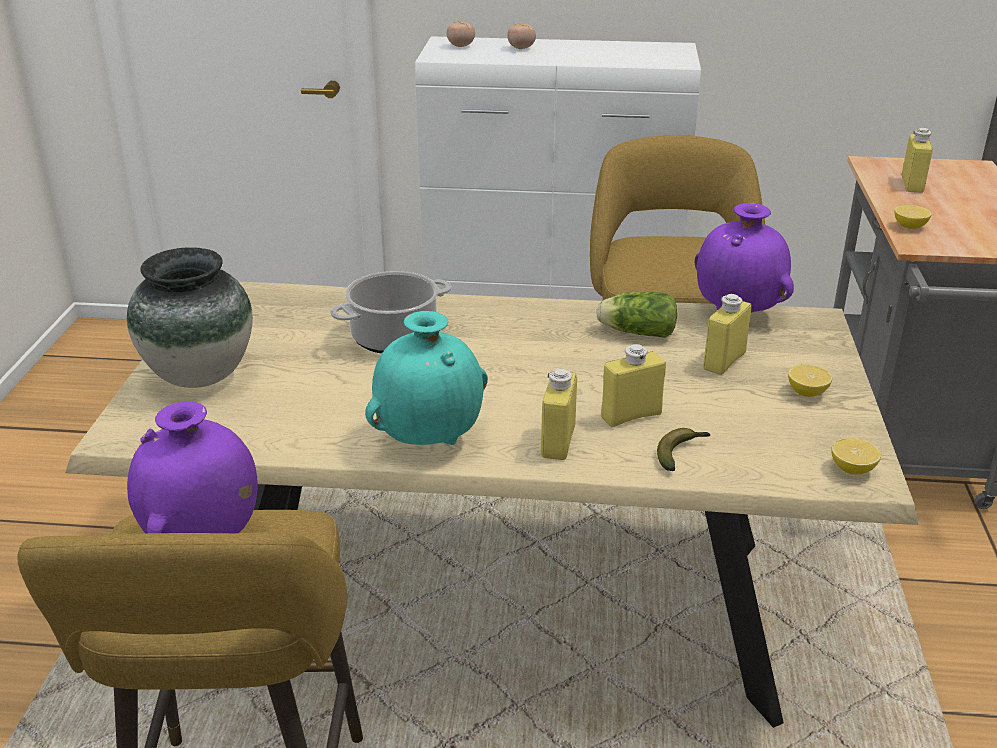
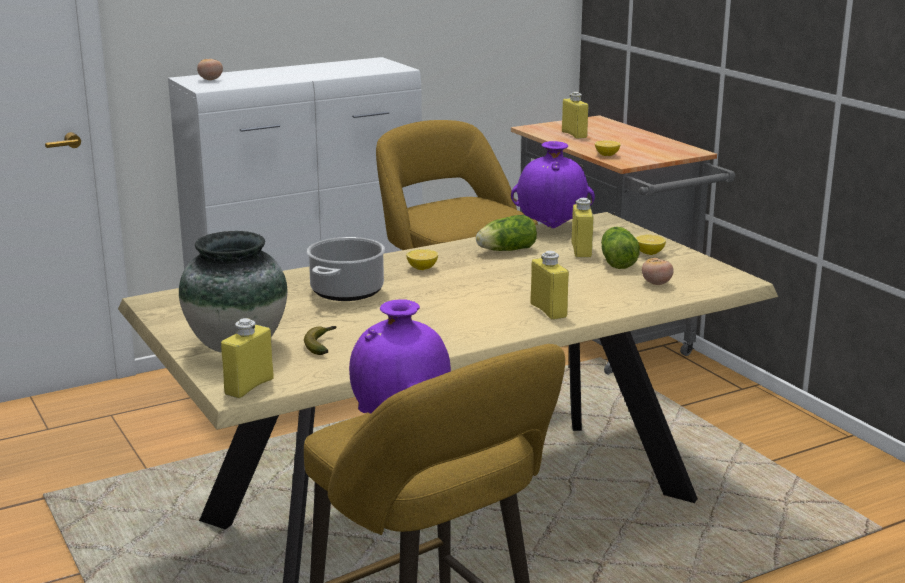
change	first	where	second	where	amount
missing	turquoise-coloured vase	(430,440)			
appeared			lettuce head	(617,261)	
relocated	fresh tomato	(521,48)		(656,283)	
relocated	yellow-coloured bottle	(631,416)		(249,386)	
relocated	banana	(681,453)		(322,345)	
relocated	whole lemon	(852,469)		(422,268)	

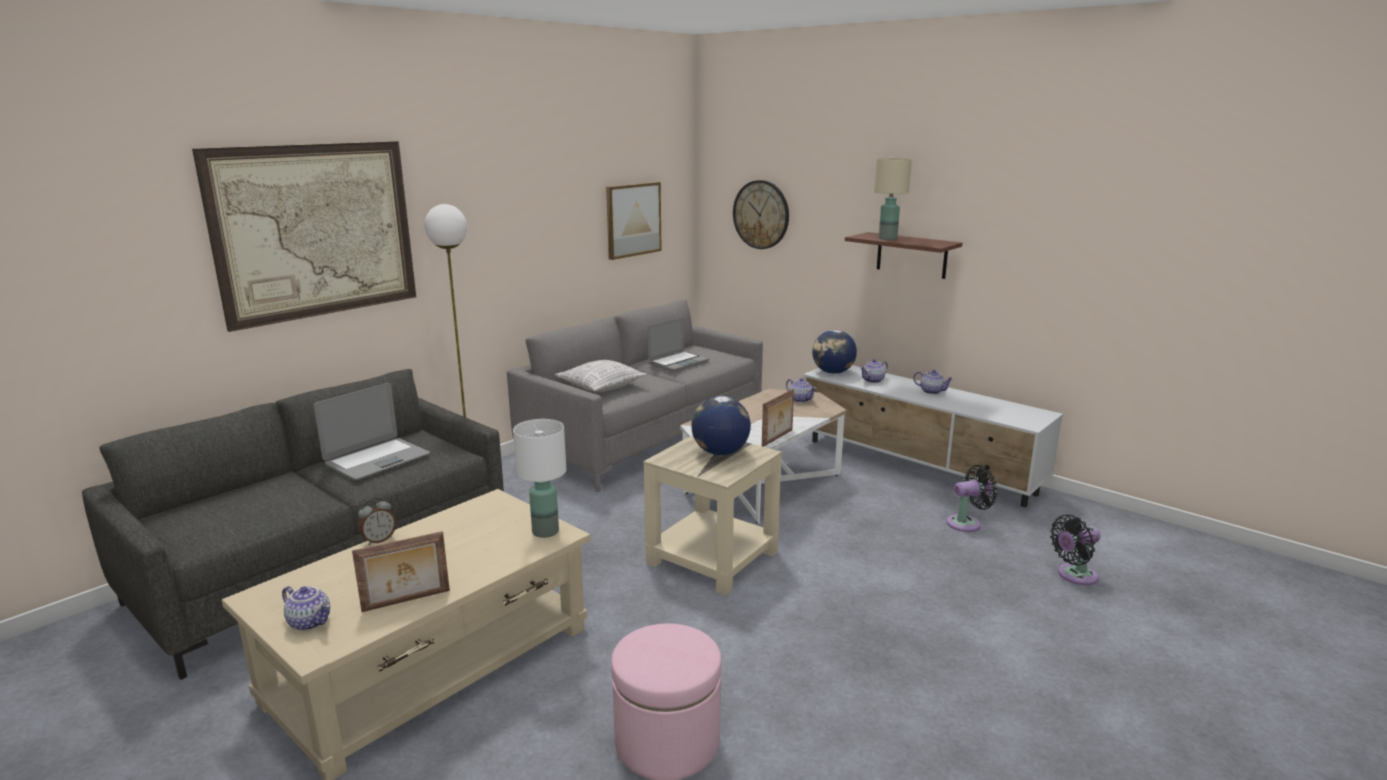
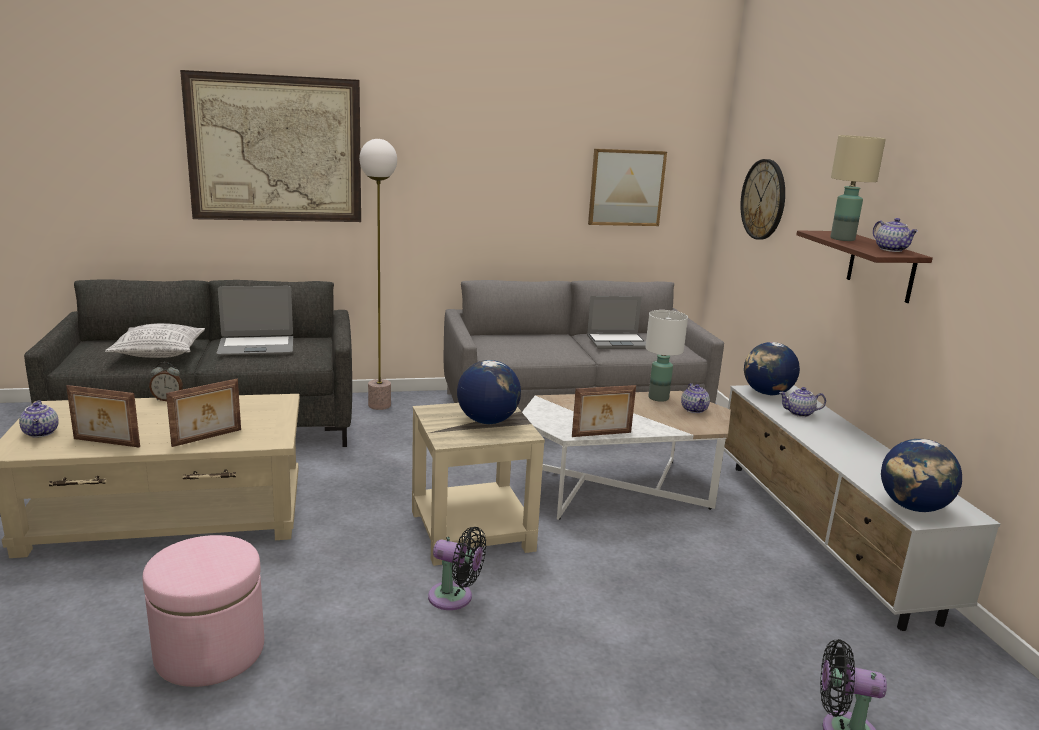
change	first	where	second	where	amount
appeared			picture frame	(207,438)	
appeared			world globe	(913,507)	
relocated	white lamp for a table	(545,532)		(658,398)	
relocated	throw pillow	(601,386)		(159,352)	
relocated	pot for tea	(932,391)		(891,250)	
relocated	blackish fan	(967,523)		(455,598)	

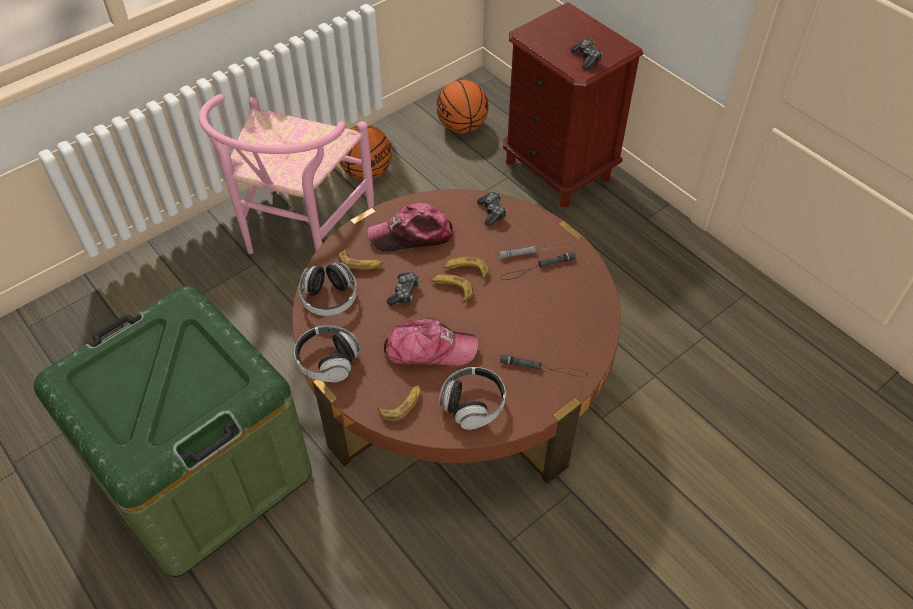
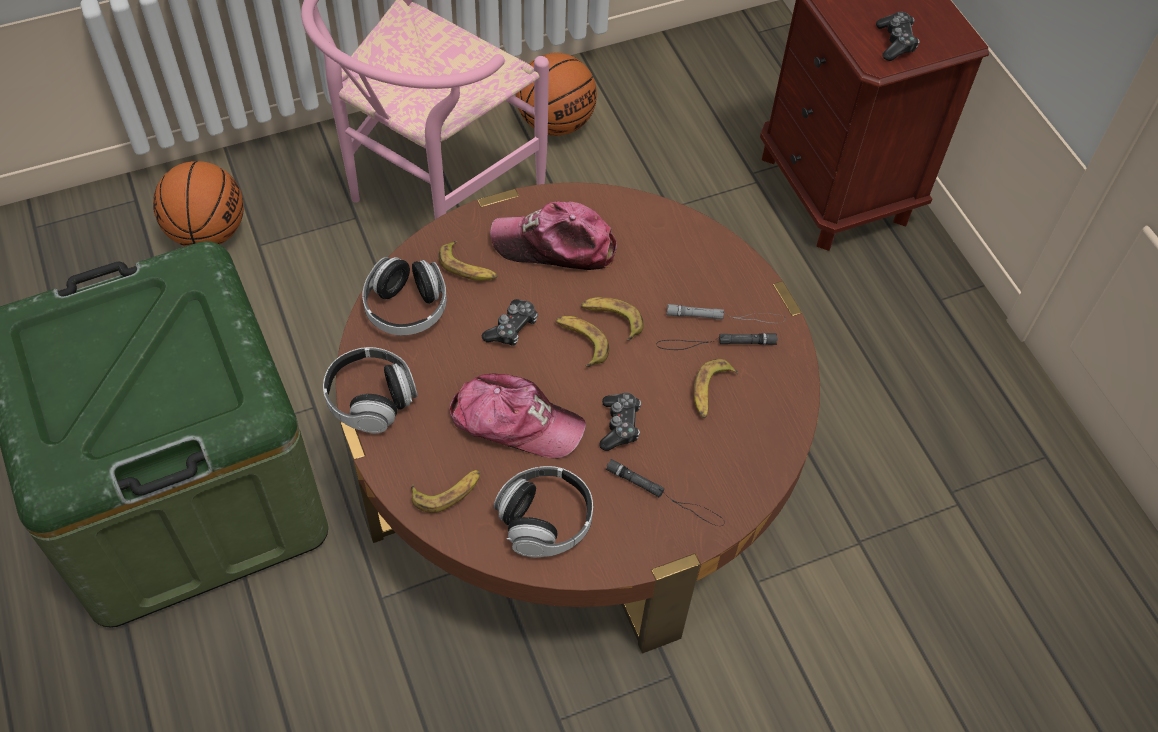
change	first	where	second	where	amount
appeared			banana	(711,392)	
relocated	ball for basketball	(462,126)		(207,232)	
relocated	game controller	(492,212)		(620,425)	

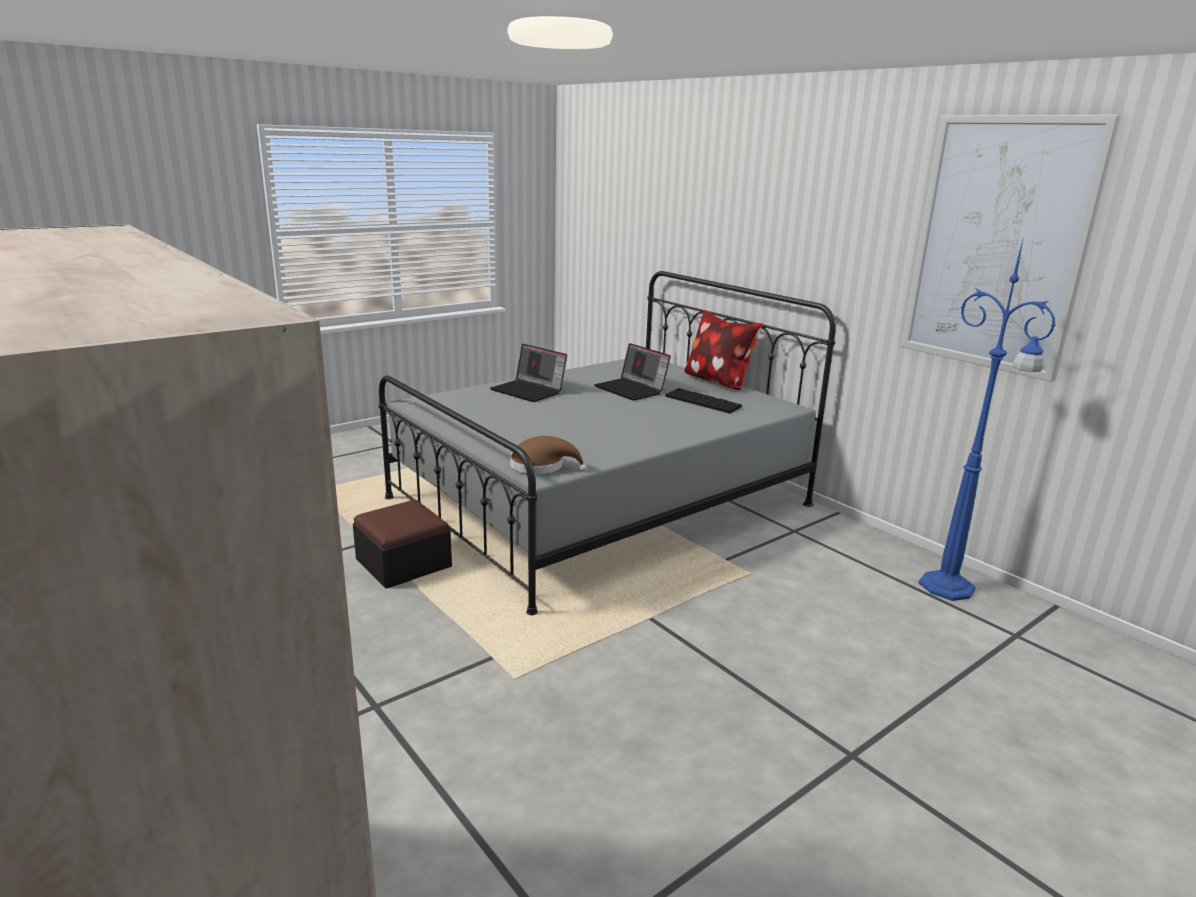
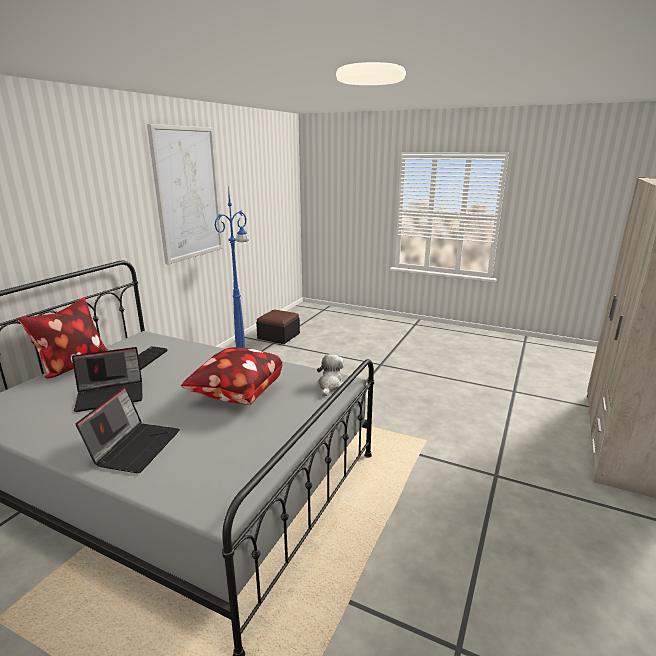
change	first	where	second	where	amount
appeared			throw pillow	(236,395)	
relocated	footrest	(403,563)		(278,336)	
exchanged	brownish clothing hat	(541,466)	cuddly toy	(330,385)	
spun	portable computer	(632,390)		(111,395)	45 degrees clockwise

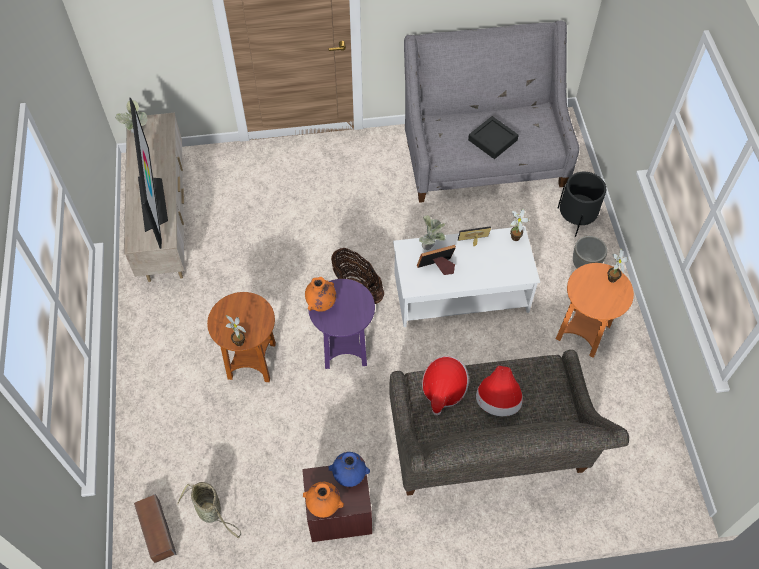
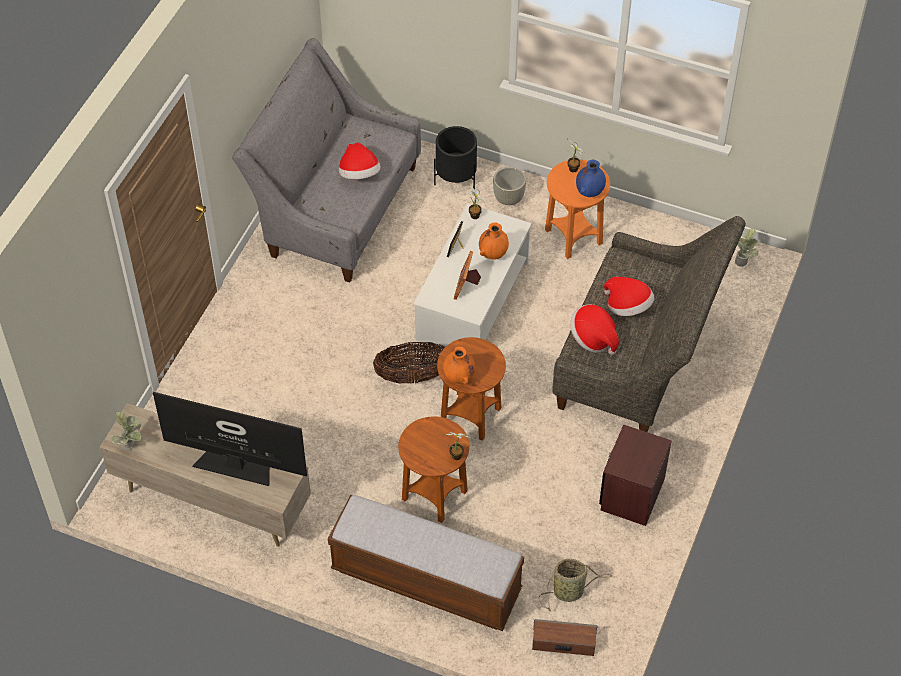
change	first	where	second	where	amount
appeared			bench	(426,580)	
relocated	orange-coloured vase	(324,506)		(493,254)	
relocated	blue vase	(349,476)		(589,192)	
relocated	potted plant	(431,246)		(743,260)	
exchanged	blackish carrying tray	(492,140)	clothing hat	(359,174)	
colour	purplish end table	(344,348)	brownish end table	(470,416)	

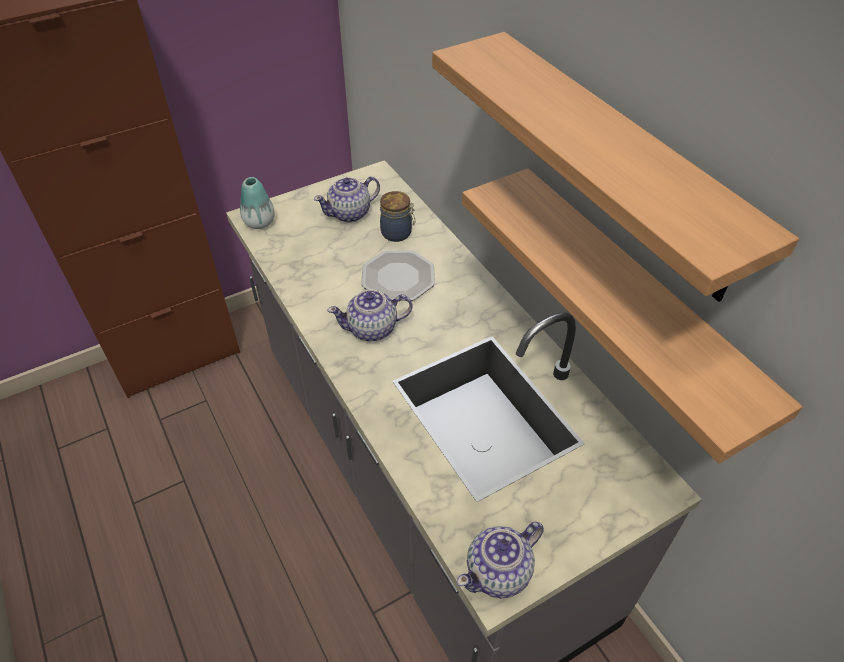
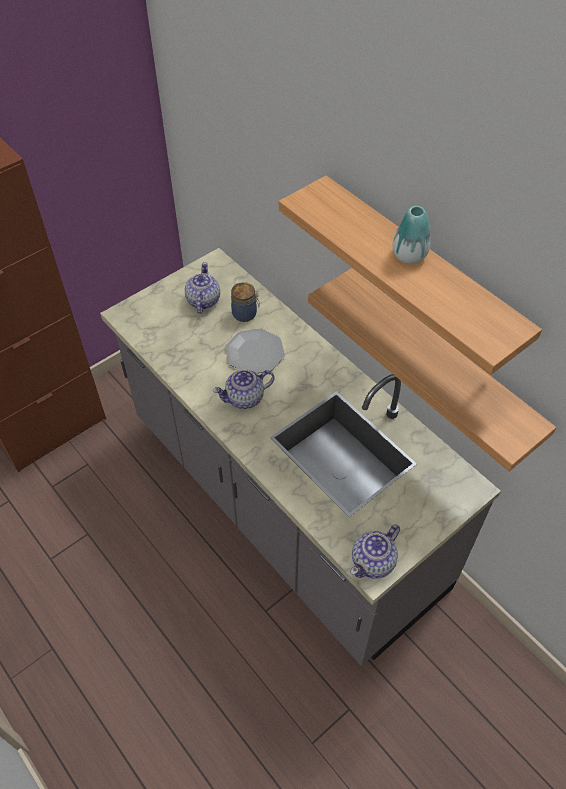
change	first	where	second	where	amount
relocated	vase	(259,222)		(409,255)	
spun	pot for tea	(350,213)		(203,301)	135 degrees clockwise

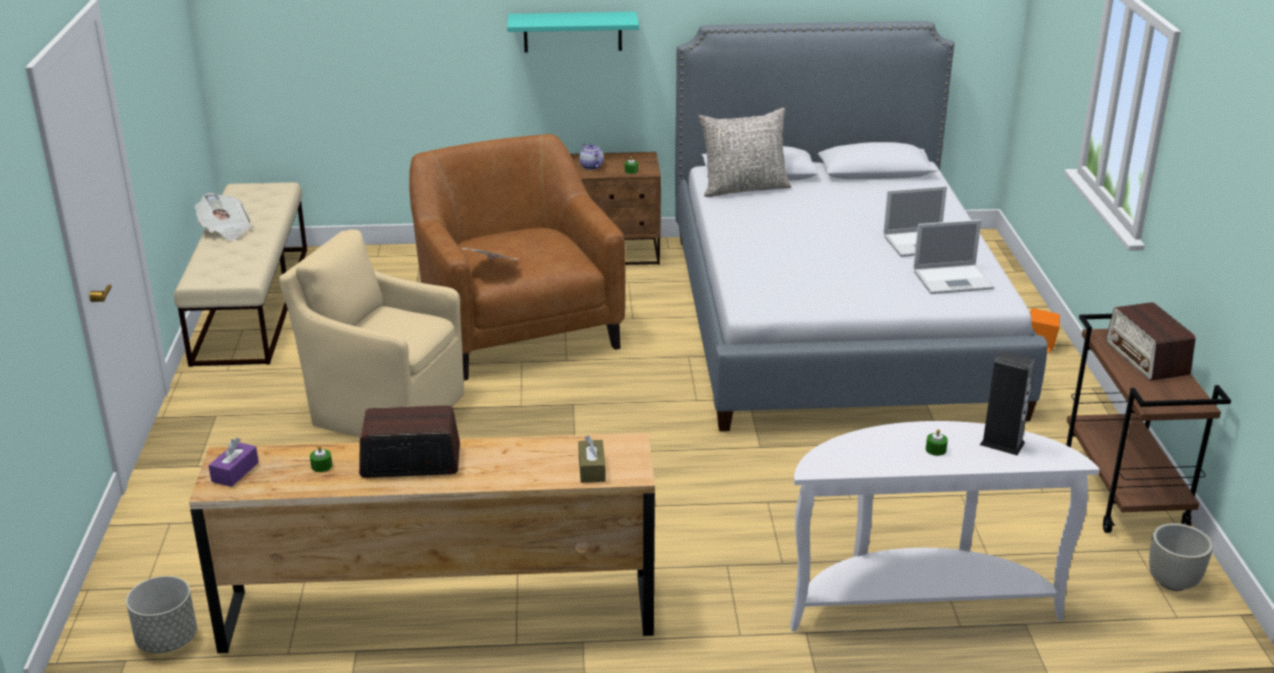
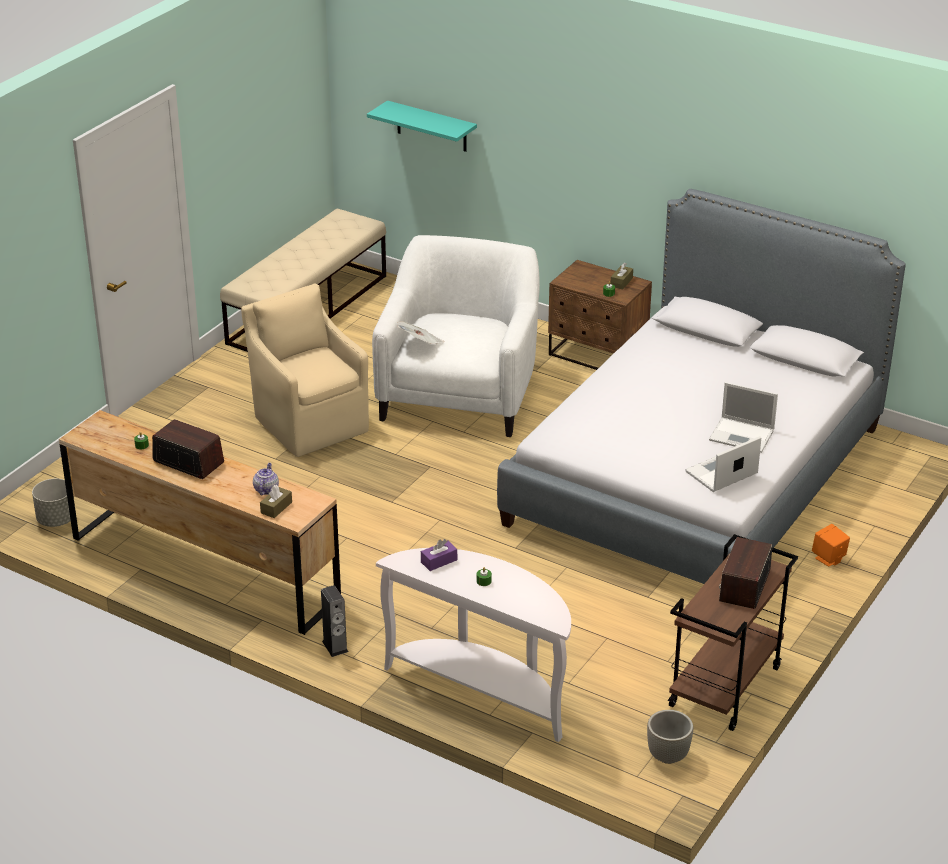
change	first	where	second	where	amount
missing	newspaper	(226,230)			
missing	grey throw pillow	(744,188)			
appeared			brownish box of tissues	(621,282)	
relocated	purplish box of tissues	(235,472)		(439,561)	
relocated	turquoise-coloured shelf	(572,31)		(431,127)	
relocated	pot for tea	(591,166)		(266,489)	
relocated	audio speaker	(1002,443)		(335,646)	
colour	brownish armchair	(516,326)	white armchair	(460,392)	
spun	portable computer	(954,279)		(720,474)	120 degrees clockwise

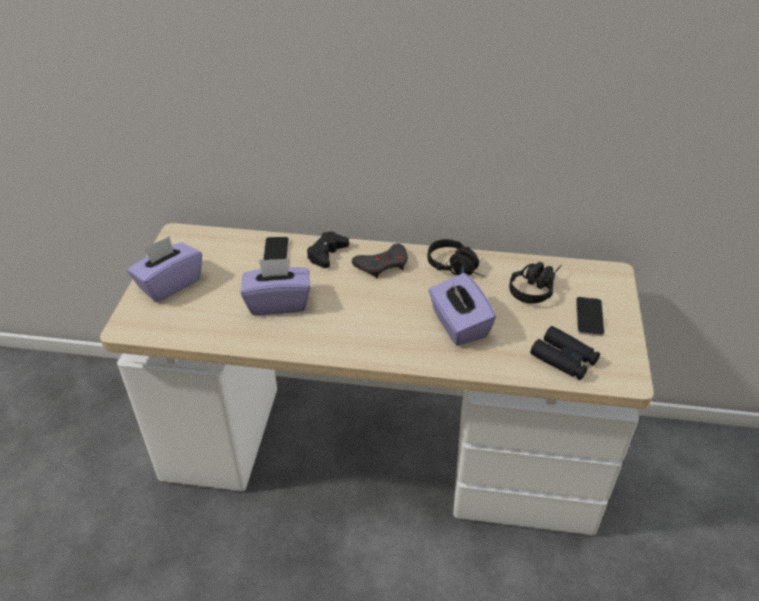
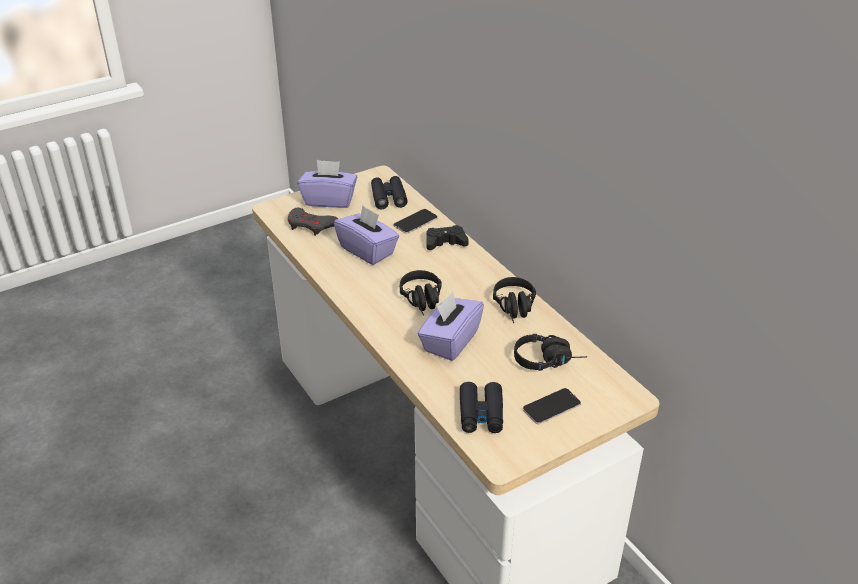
change	first	where	second	where	amount
appeared			blackish field glasses	(388,197)	
appeared			blackish pair of headphones	(423,302)	
relocated	grey game controller	(382,265)		(311,225)	

